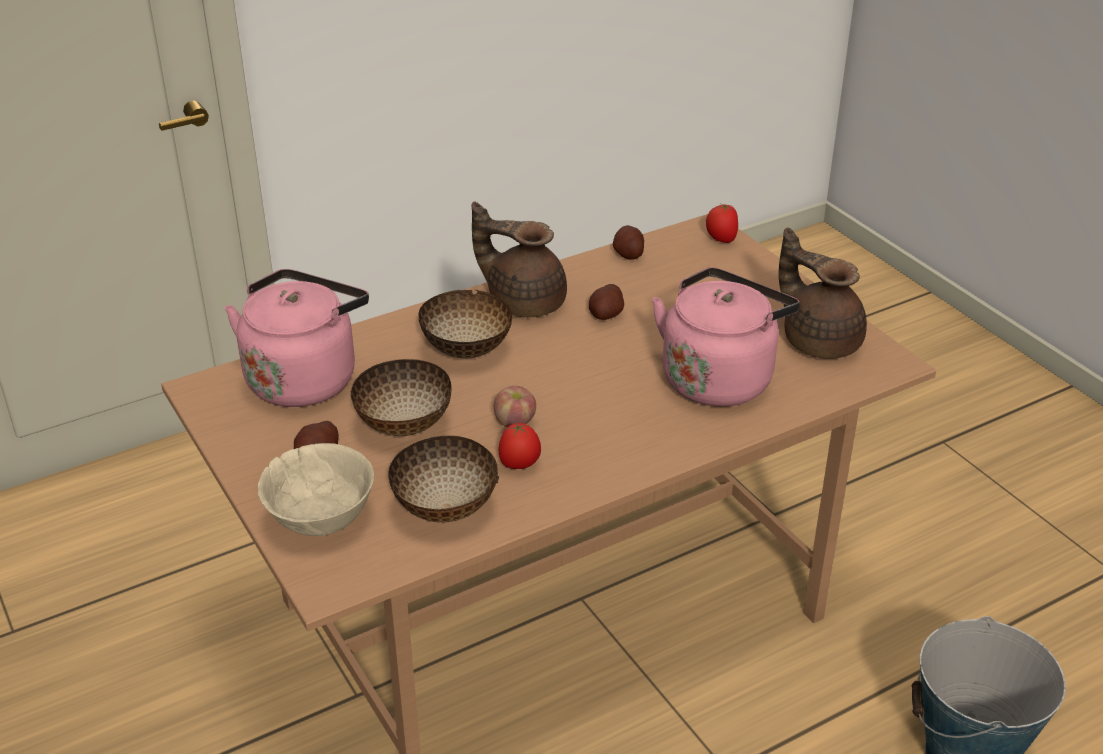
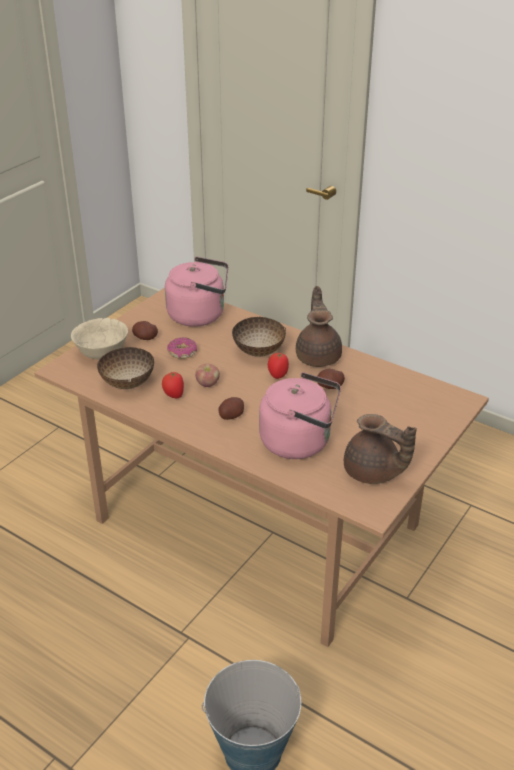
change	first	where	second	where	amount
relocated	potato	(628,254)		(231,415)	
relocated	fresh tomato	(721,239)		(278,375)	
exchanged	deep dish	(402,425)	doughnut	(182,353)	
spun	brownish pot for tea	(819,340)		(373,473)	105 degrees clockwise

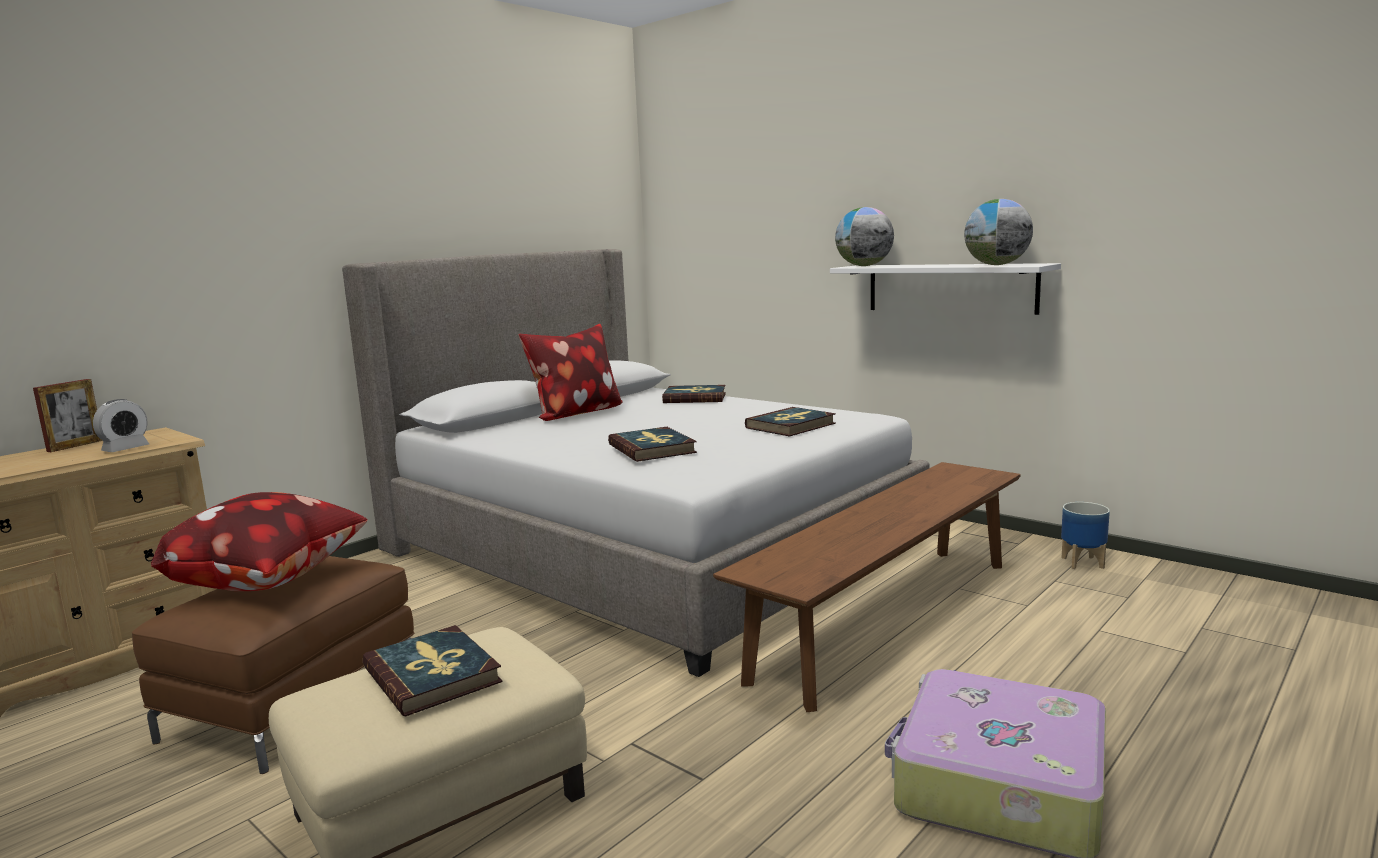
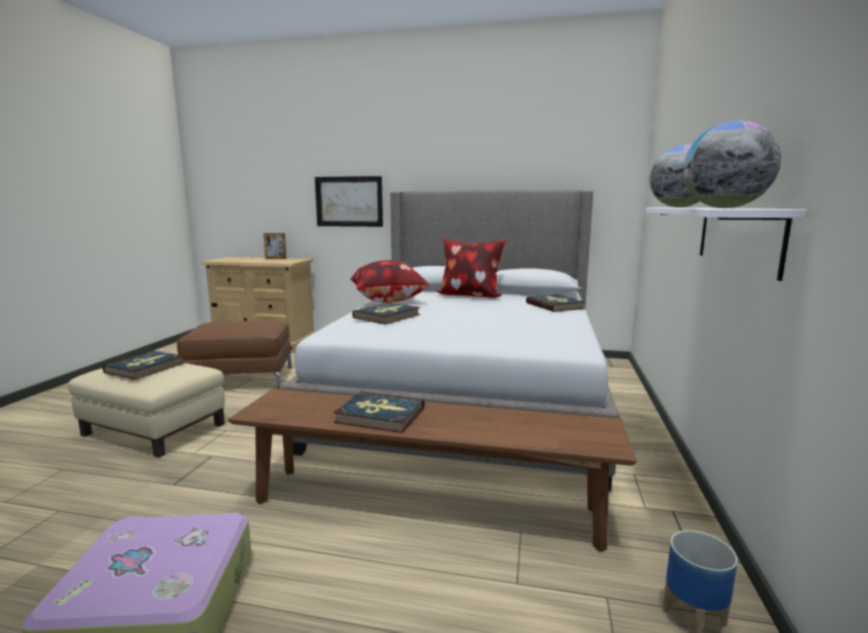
change	first	where	second	where	amount
missing	bedside clock	(125,449)			
appeared			wall art	(349,201)	
relocated	throw pillow	(272,581)		(389,302)	
relocated	book	(791,426)		(380,415)	

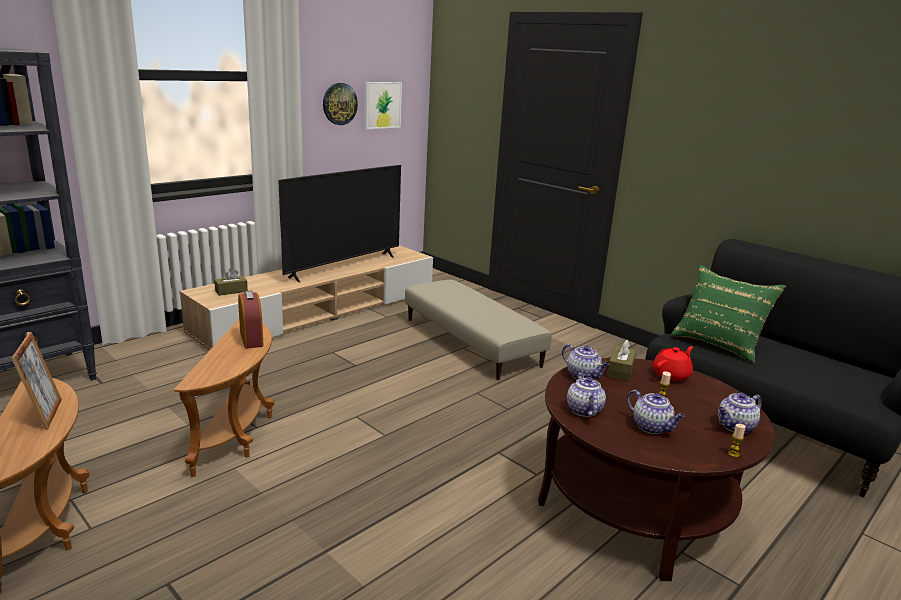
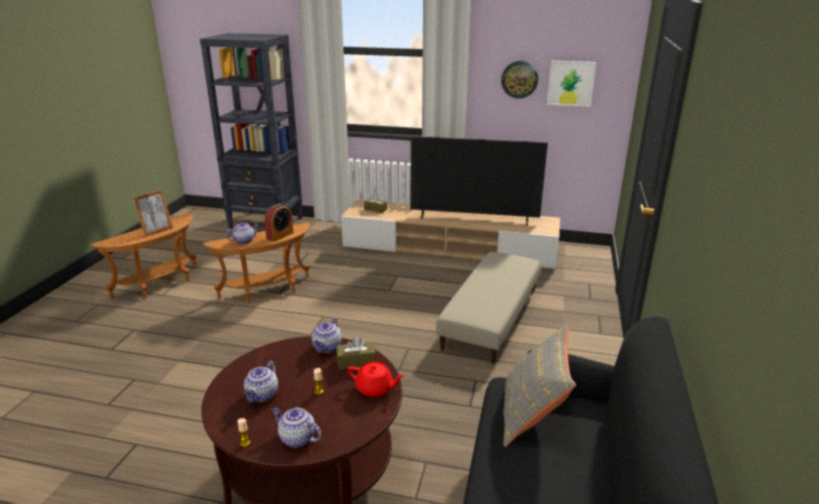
change	first	where	second	where	amount
relocated	pot for tea	(583,410)		(244,241)	
colour	greenish throw pillow	(719,343)	grey throw pillow	(532,415)	

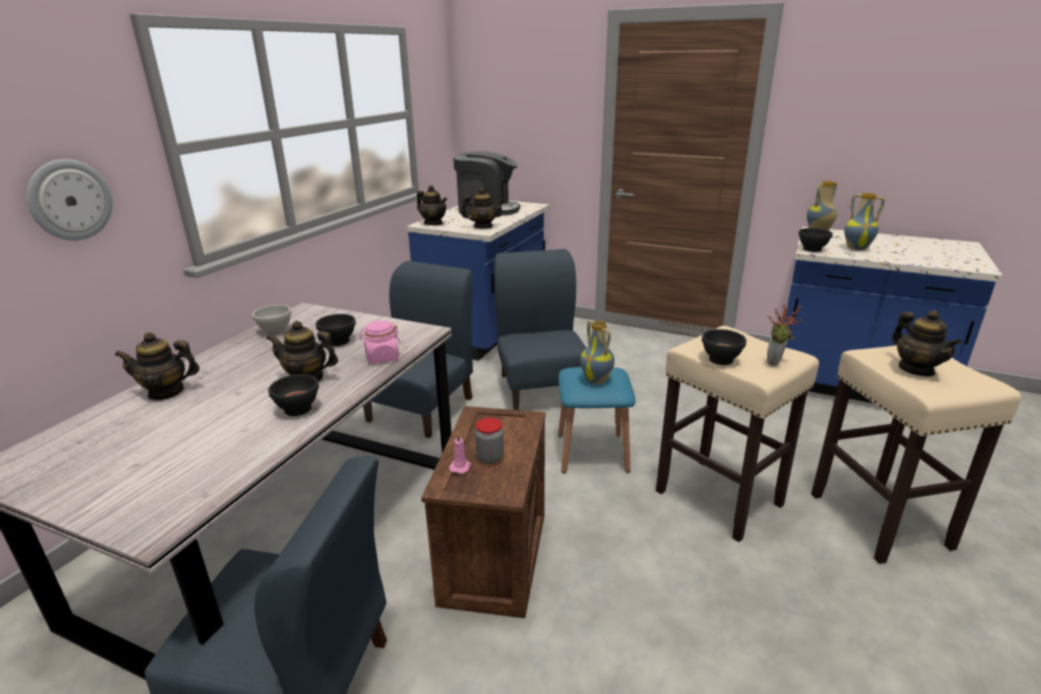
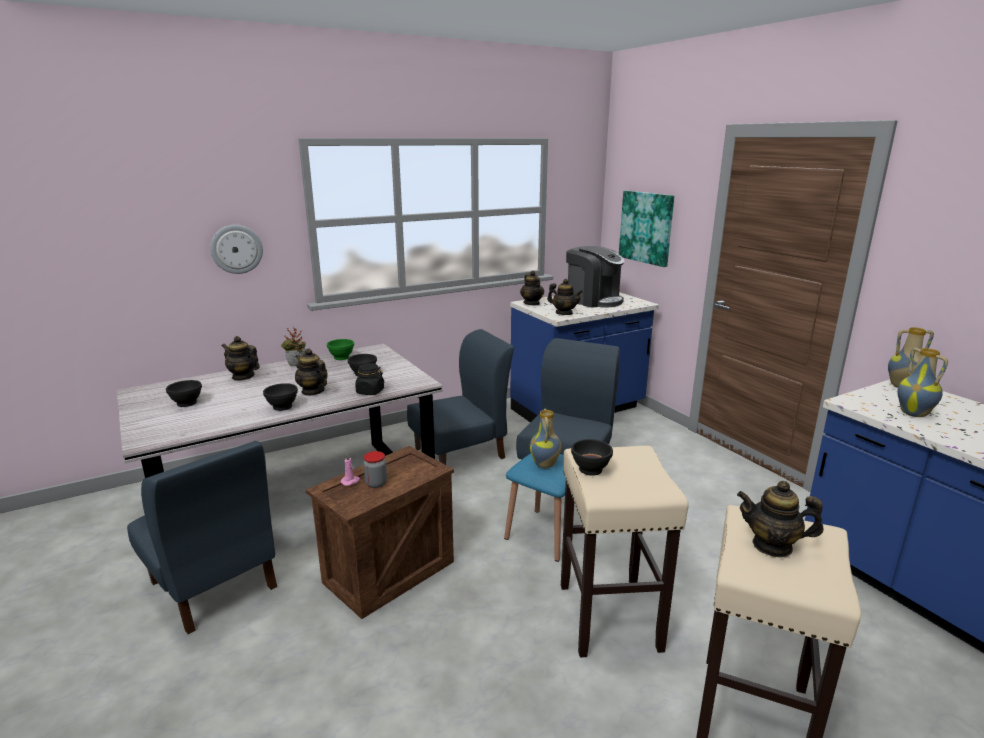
change	first	where	second	where	amount
appeared			wall art	(646,227)	
relocated	potted plant	(776,363)		(296,365)	
relocated	blackish deep dish	(812,249)		(187,403)	
colour	white deep dish	(275,331)	greenish deep dish	(341,357)	
colour	pink-coloured jar	(382,358)	blackish jar	(370,391)	
spun	pot for tea	(916,369)		(772,546)	90 degrees clockwise

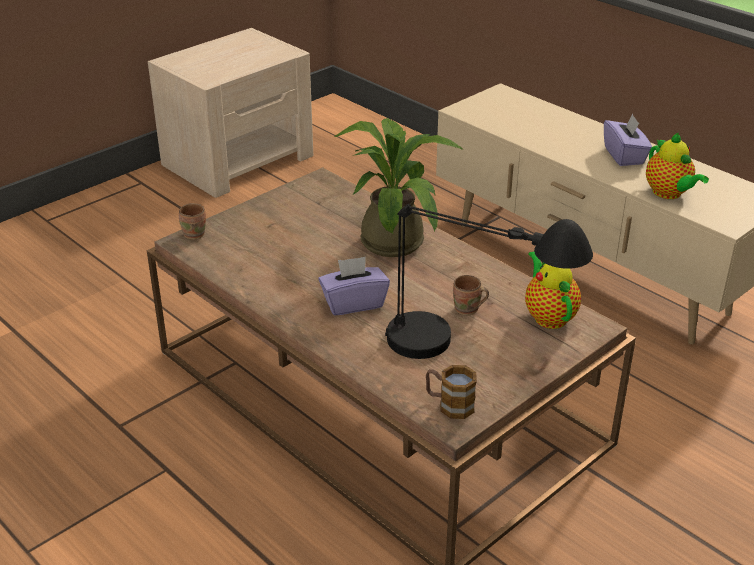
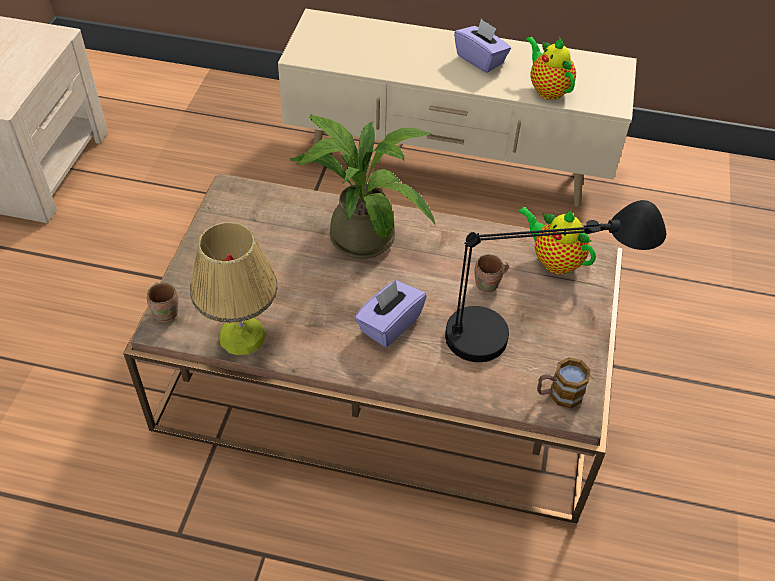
change	first	where	second	where	amount
appeared			lamp for a table	(242,336)	
spun	pot for tea	(669,194)		(547,89)	150 degrees counterclockwise

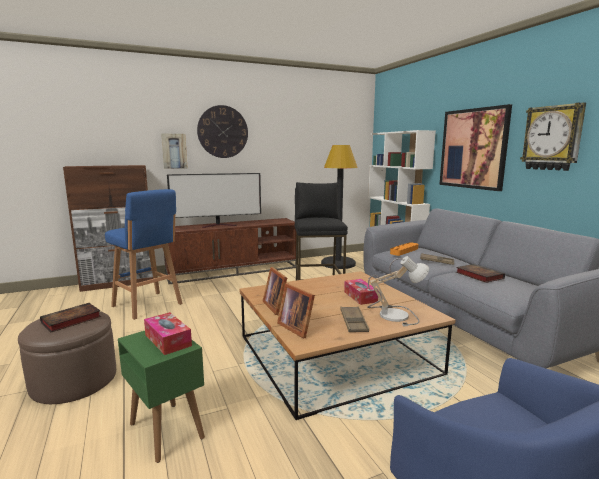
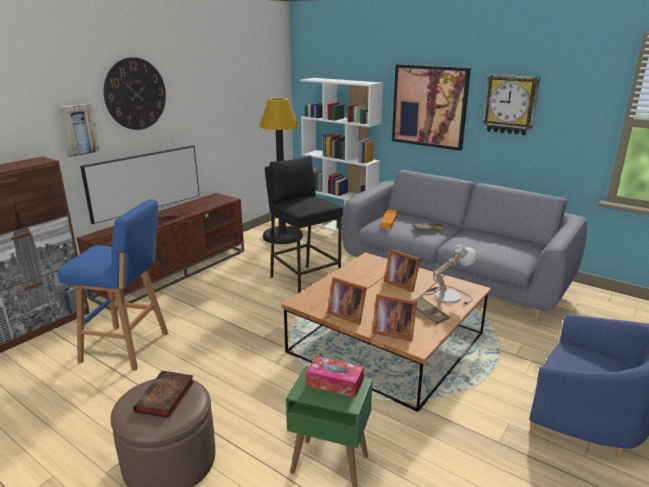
change	first	where	second	where	amount
missing	book	(478,275)			
exchanged	box of tissues	(360,297)	picture frame	(401,284)	

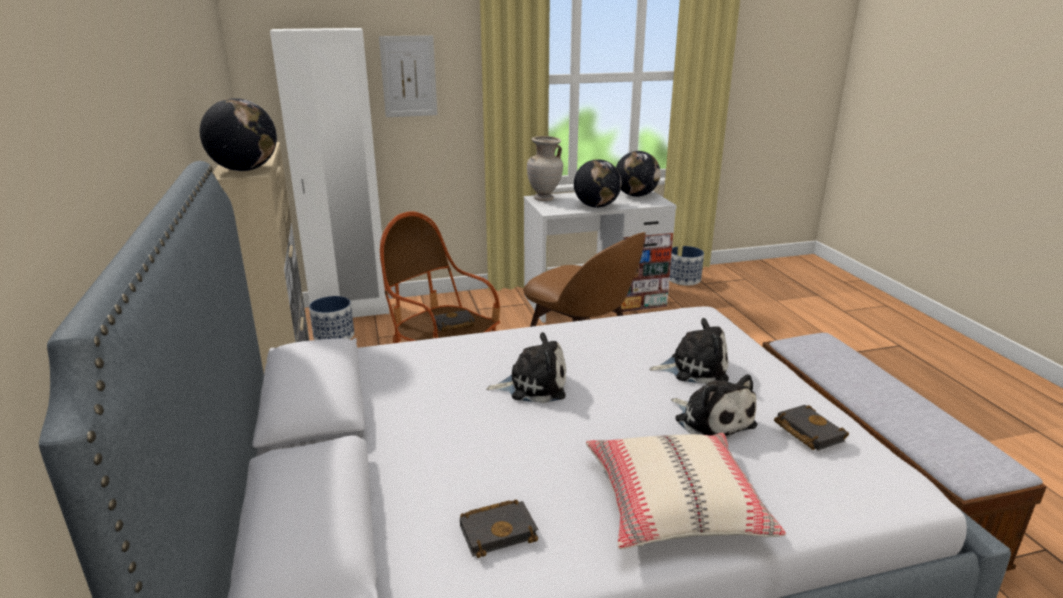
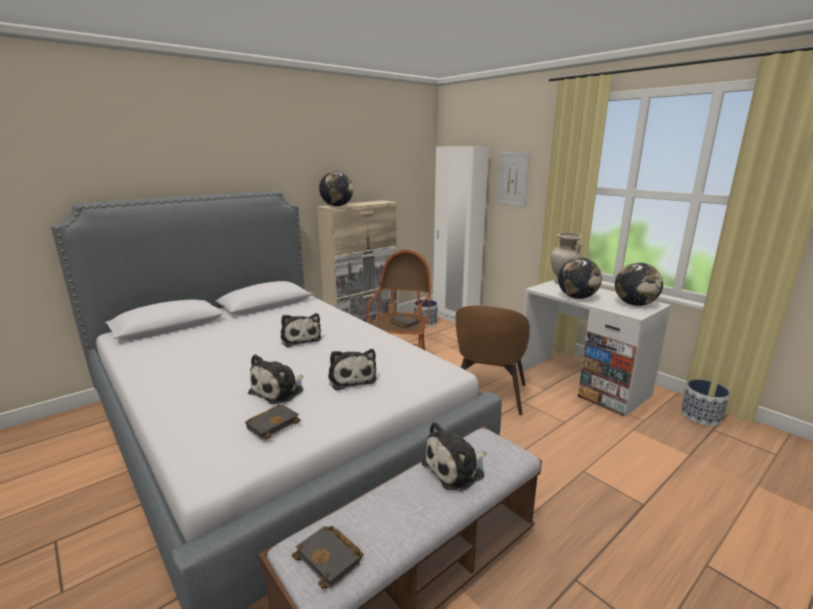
change	first	where	second	where	amount
missing	beige-coloured throw pillow	(674,503)			
appeared			cuddly toy	(456,469)	
relocated	blackish book	(499,530)		(331,559)	

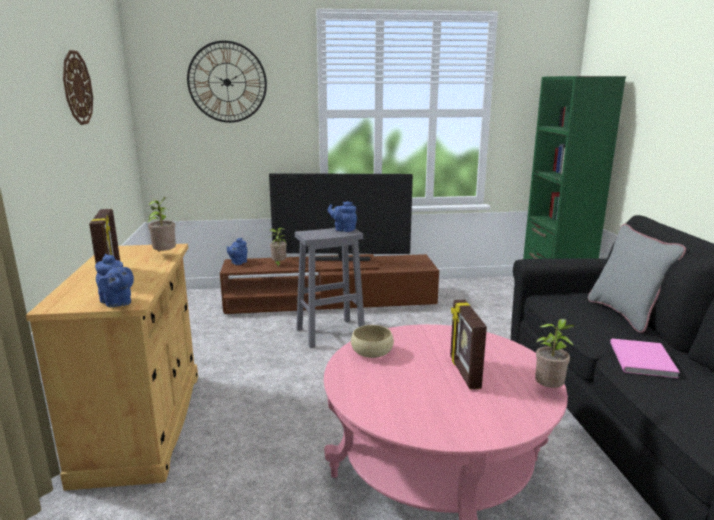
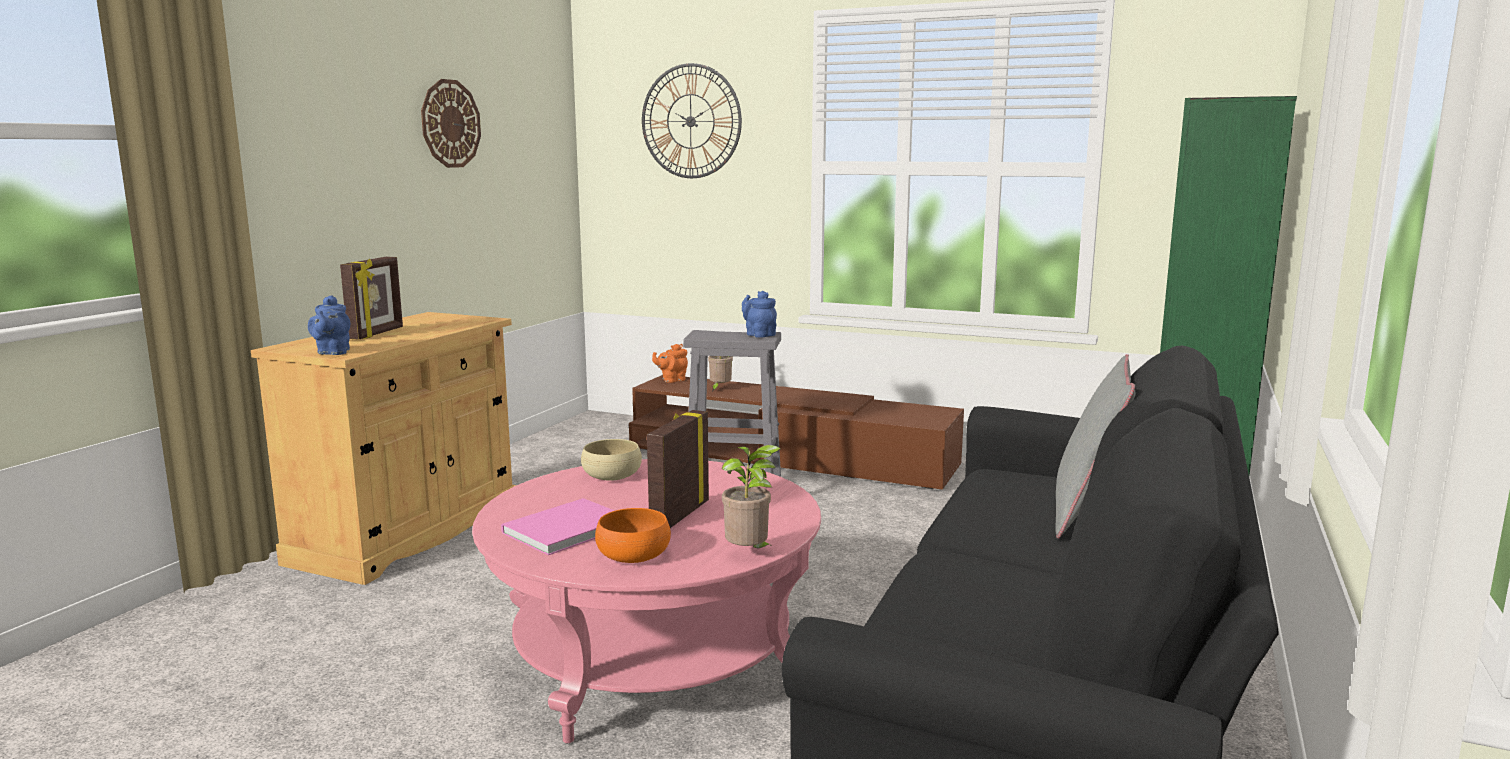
change	first	where	second	where	amount
missing	potted plant	(164,255)			
missing	TV set	(341,259)			
appeared			orange-coloured deep dish	(633,555)	
relocated	pink-coloured book	(640,360)		(562,529)	
colour	blue pot for tea	(238,263)	orange-coloured pot for tea	(672,380)	

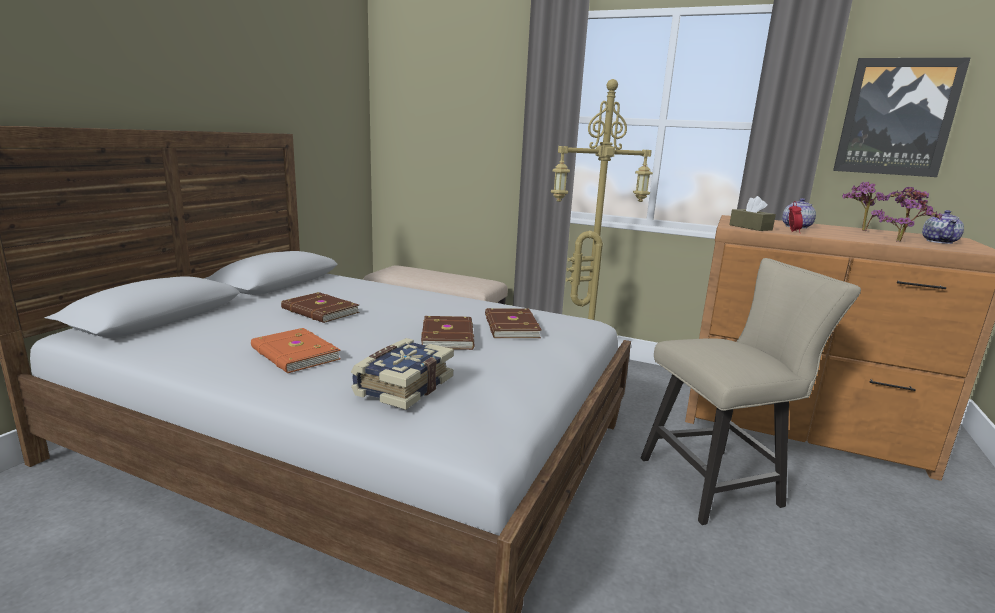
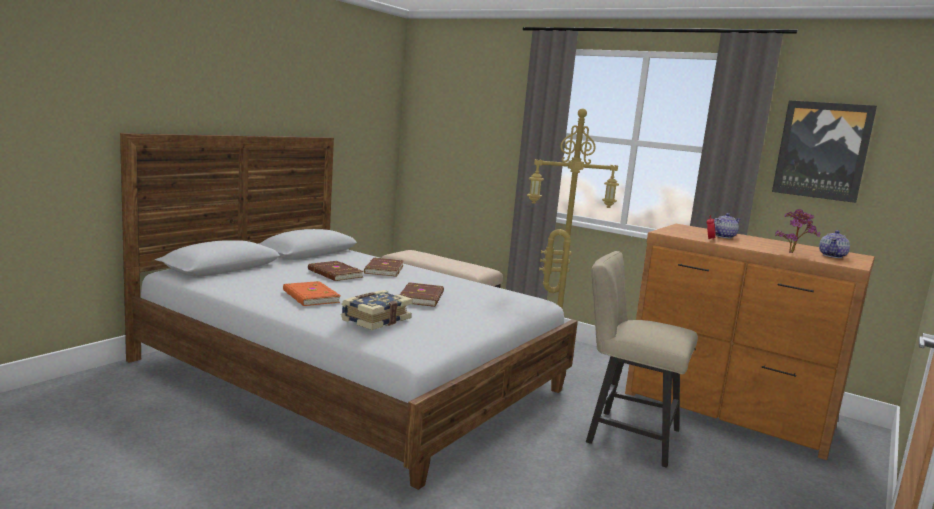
change	first	where	second	where	amount
missing	brownish box of tissues	(750,227)			
missing	potted plant	(859,230)			
relocated	brownish book	(510,327)		(383,269)	
spun	beige-coloured chair	(719,482)		(625,435)	150 degrees counterclockwise

